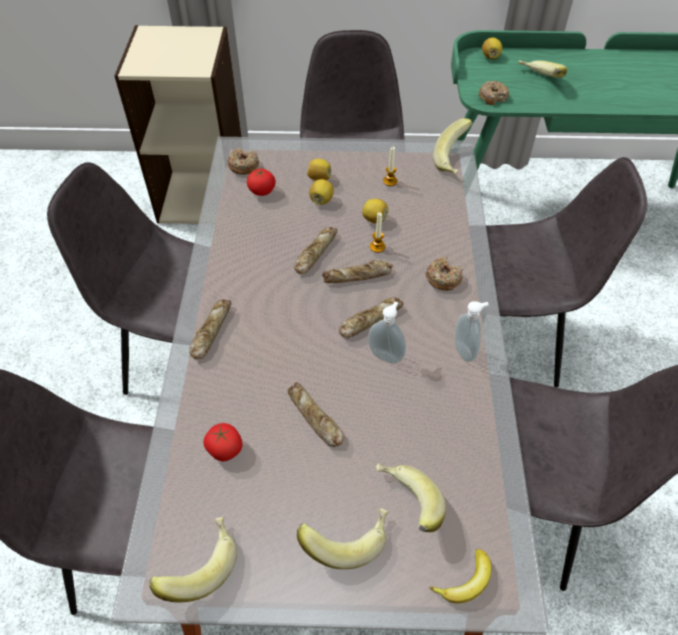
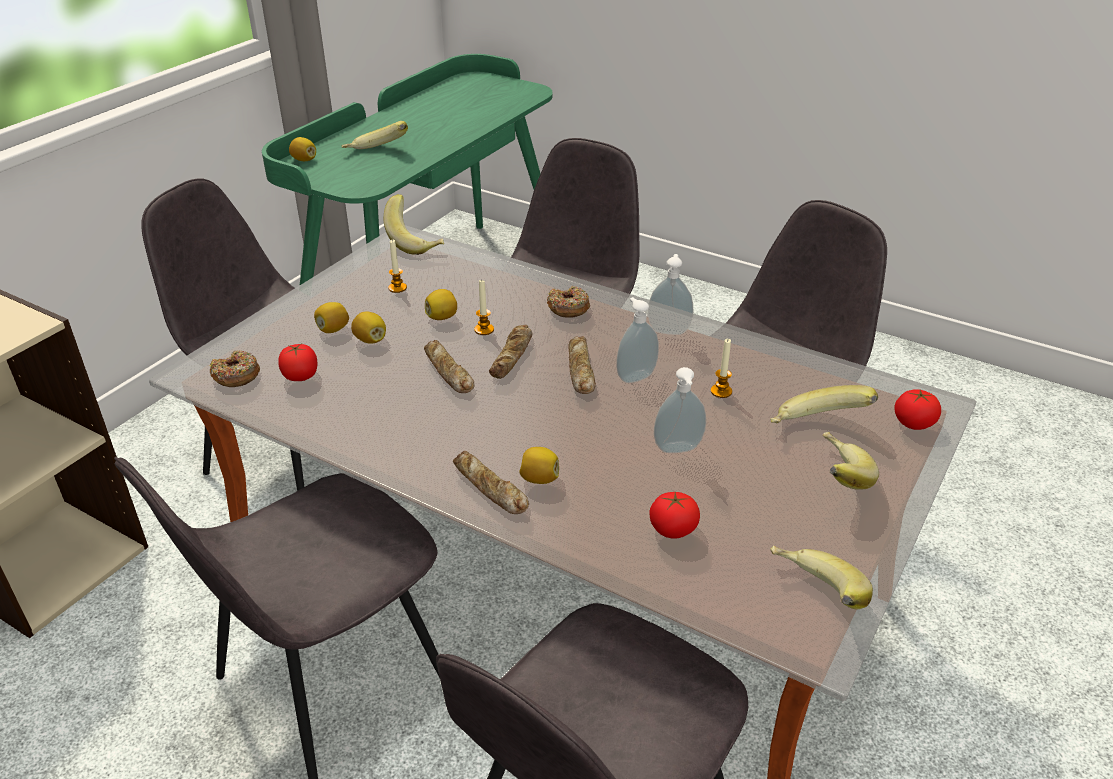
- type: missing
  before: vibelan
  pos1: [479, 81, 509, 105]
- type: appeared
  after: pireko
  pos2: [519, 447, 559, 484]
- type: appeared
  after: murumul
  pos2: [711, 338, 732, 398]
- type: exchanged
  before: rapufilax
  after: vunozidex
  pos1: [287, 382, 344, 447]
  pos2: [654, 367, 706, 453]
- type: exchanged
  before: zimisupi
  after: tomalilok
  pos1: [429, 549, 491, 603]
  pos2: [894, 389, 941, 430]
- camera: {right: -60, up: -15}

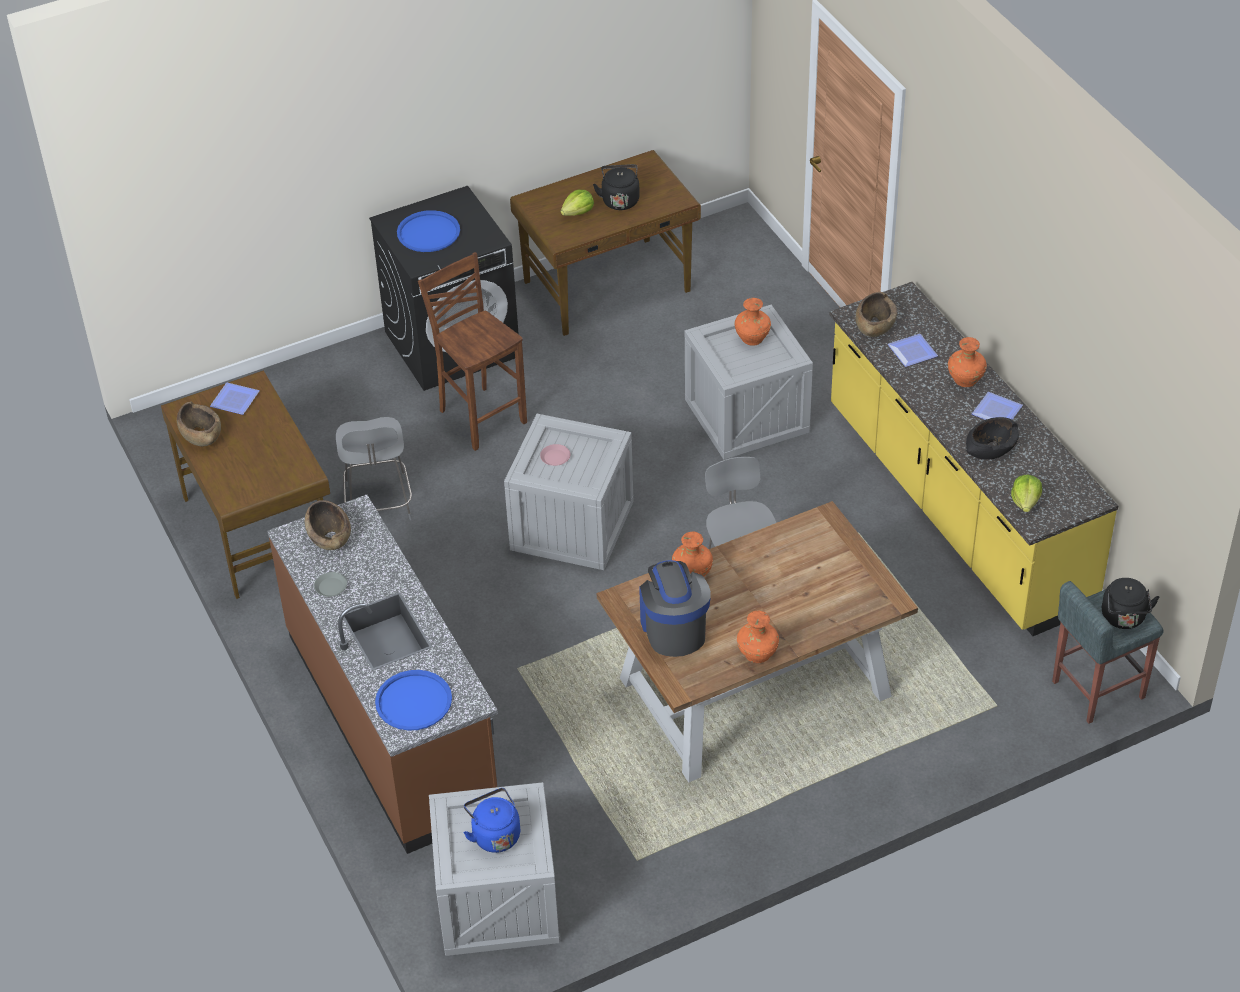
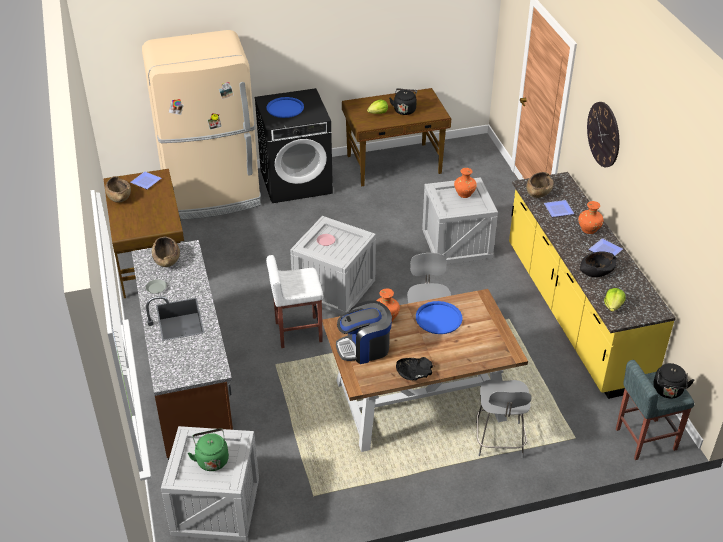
- type: missing
  before: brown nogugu
  pos1: [418, 252, 527, 451]
- type: appeared
  after: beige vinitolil
  pos2: [142, 30, 261, 220]
- type: appeared
  after: white nogugu
  pos2: [266, 255, 324, 348]
- type: appeared
  after: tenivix
  pos2: [587, 102, 619, 167]
- type: relocated
  before: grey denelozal
  pos1: [336, 417, 412, 520]
  pos2: [476, 380, 532, 458]
- type: relocated
  before: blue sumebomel
  pos1: [375, 670, 452, 731]
  pos2: [416, 301, 463, 334]
- type: exchanged
  before: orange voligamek
  after: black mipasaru
  pos1: [737, 611, 779, 663]
  pos2: [396, 357, 433, 380]
- type: colour
  before: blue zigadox
  after: green zigadox
  pos1: [463, 788, 520, 853]
  pos2: [188, 428, 229, 471]
- type: spun
  before: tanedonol
  pos1: [639, 560, 711, 657]
  pos2: [336, 300, 392, 364]
  turn: -105
- camera: {right: 10, up: -5}

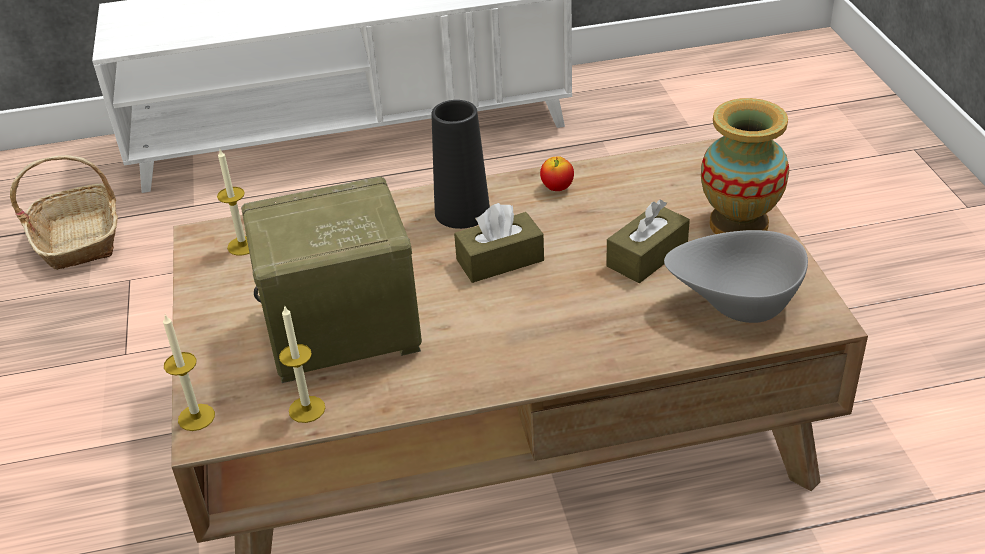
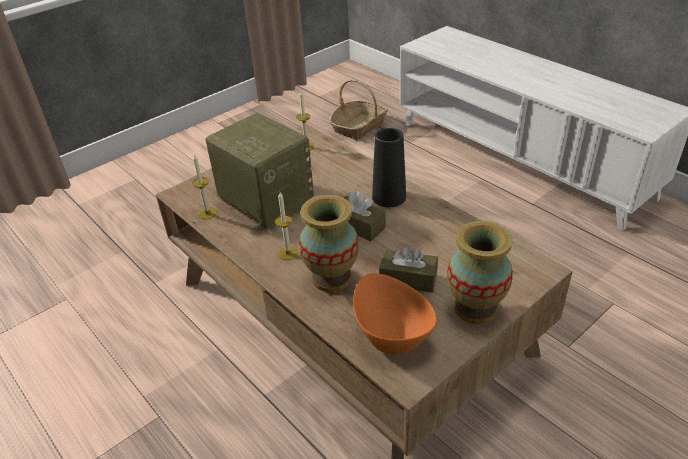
- type: missing
  before: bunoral
  pos1: [540, 156, 574, 191]
- type: appeared
  after: voligamek
  pos2: [299, 195, 359, 292]
- type: relocated
  before: murumul
  pos1: [163, 315, 215, 431]
  pos2: [275, 192, 299, 260]
- type: colour
  before: grey mipasaru
  after: orange mipasaru
  pos1: [664, 230, 808, 323]
  pos2: [353, 273, 437, 354]
- camera: {right: 60, up: 0}

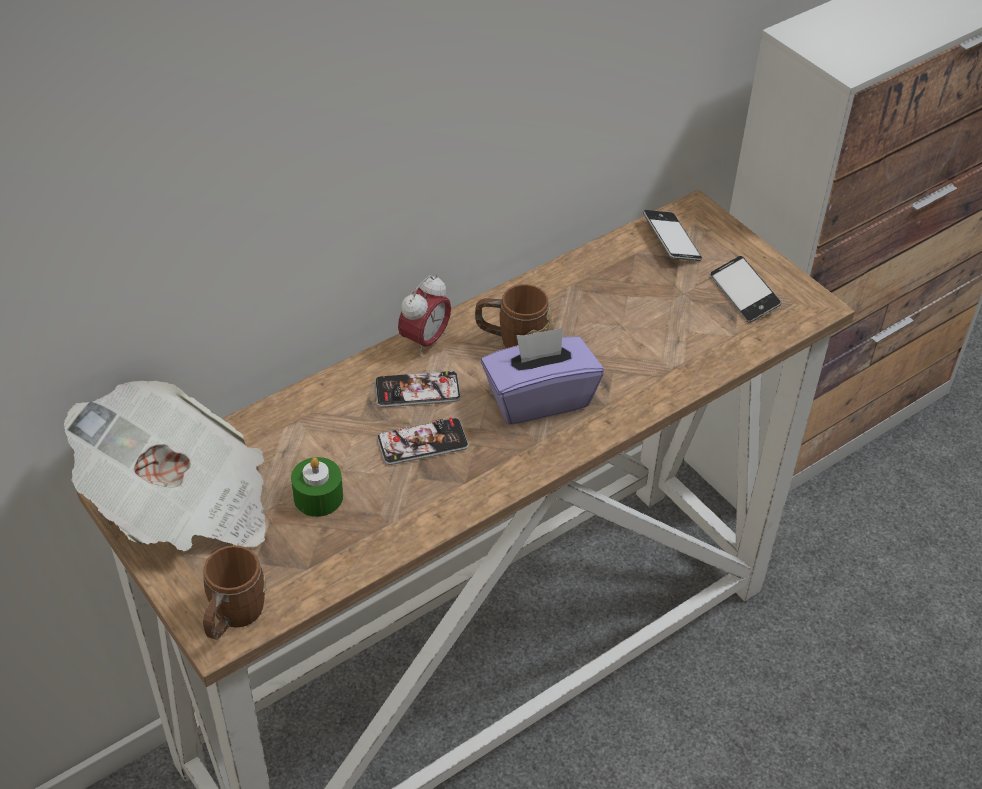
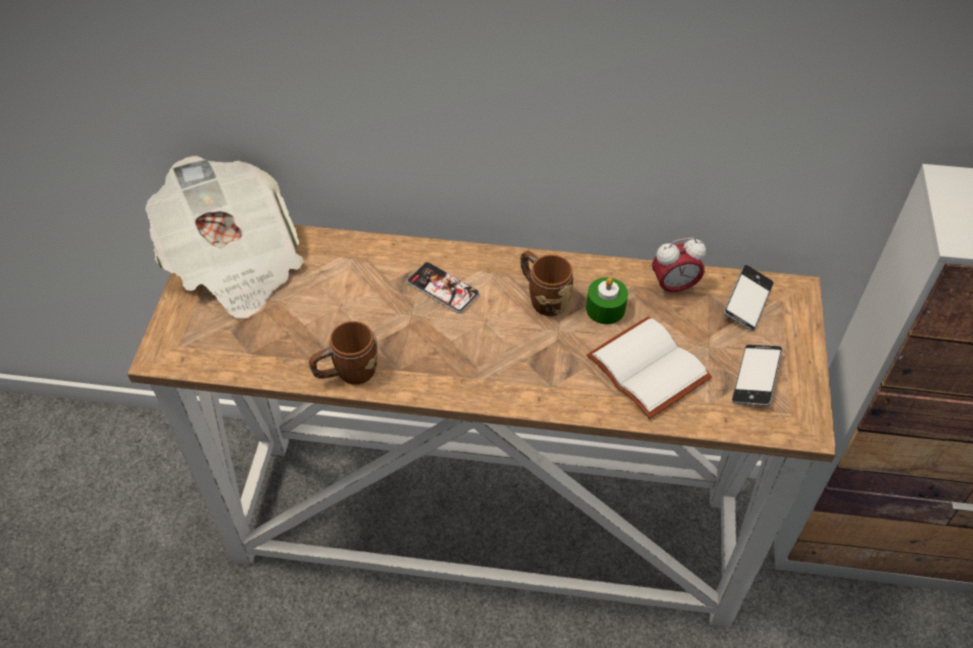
- type: missing
  before: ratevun
  pos1: [377, 417, 469, 465]
- type: missing
  before: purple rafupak
  pos1: [481, 328, 604, 425]
- type: appeared
  after: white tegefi
  pos2: [587, 317, 712, 419]
- type: relocated
  before: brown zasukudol
  pos1: [203, 545, 267, 639]
  pos2: [309, 321, 378, 385]
- type: relocated
  before: green murumul
  pos1: [291, 457, 343, 517]
  pos2: [586, 277, 628, 325]
- type: relocated
  before: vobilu
  pos1: [398, 274, 451, 357]
  pos2: [652, 237, 706, 296]
- camera: {right: 45, up: 5}

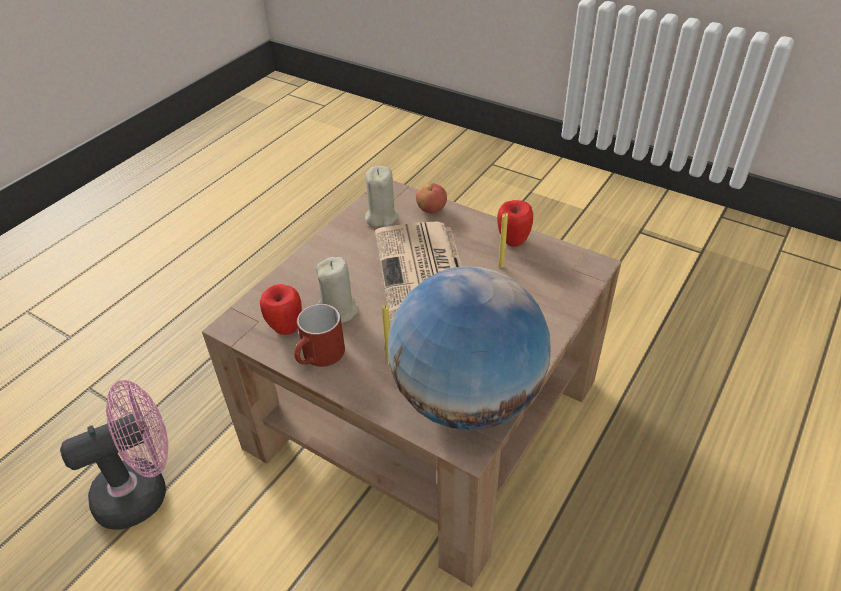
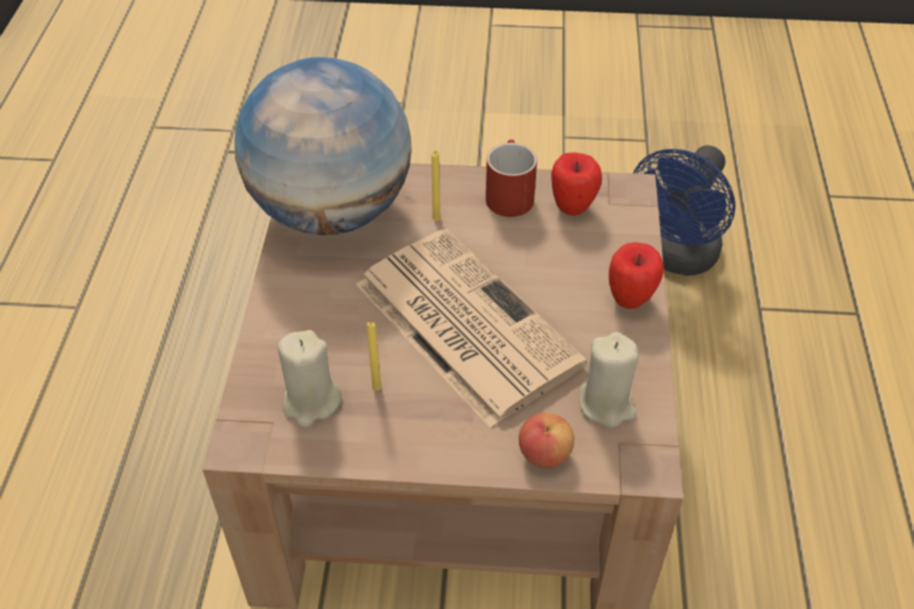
- type: relocated
  before: beige murumul
  pos1: [316, 257, 359, 323]
  pos2: [278, 330, 342, 427]
- type: relocated
  before: bunoral
  pos1: [497, 200, 533, 247]
  pos2: [609, 242, 664, 309]
- type: colour
  before: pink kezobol
  after: blue kezobol
  pos1: [60, 380, 169, 530]
  pos2: [633, 145, 736, 276]
- camera: {right: 150, up: 5}

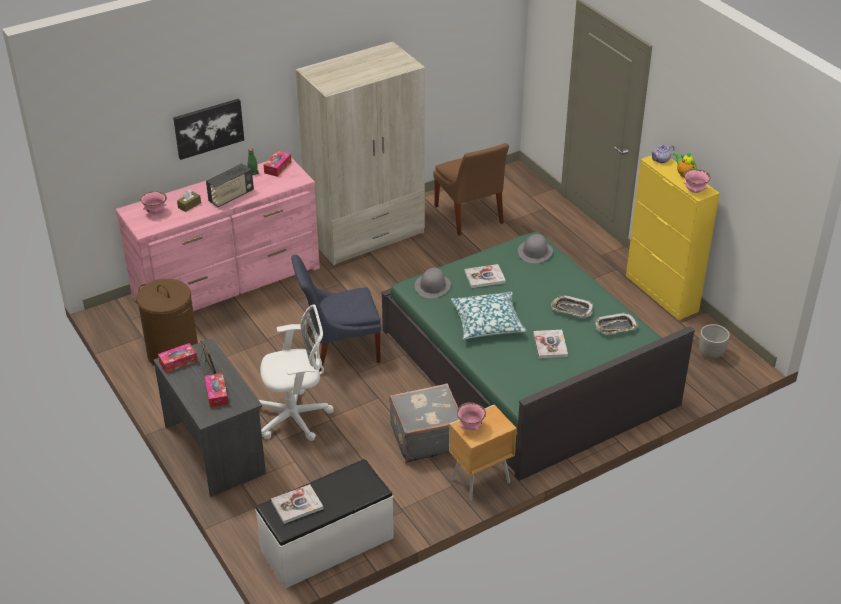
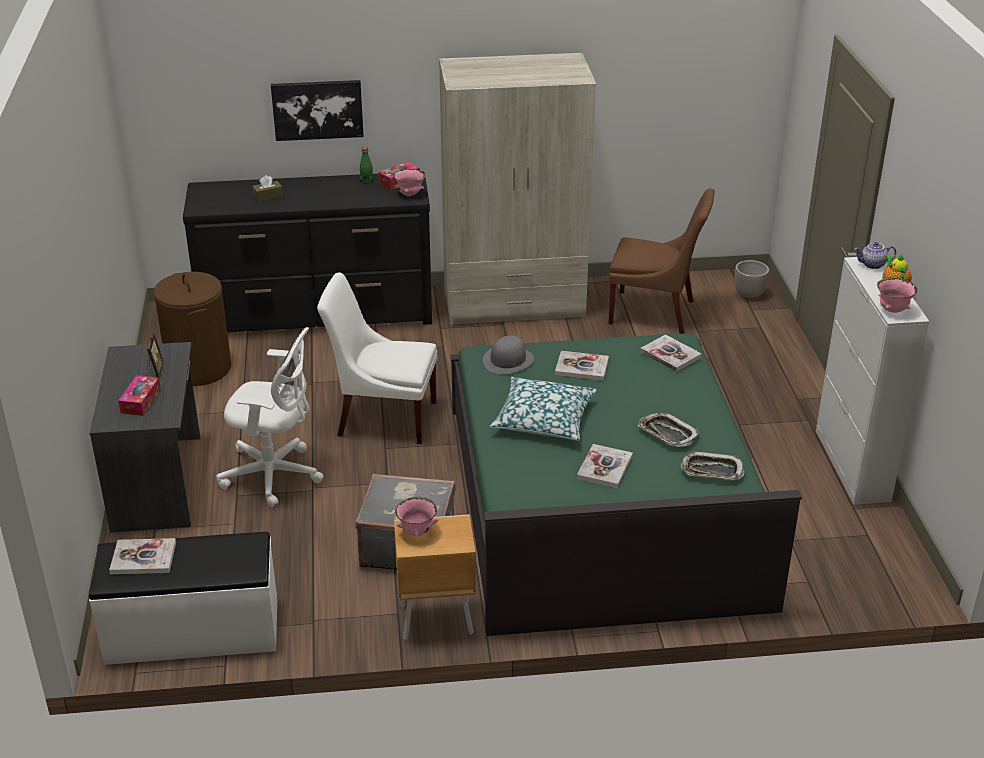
- type: missing
  before: rafupak
  pos1: [158, 343, 198, 373]
- type: missing
  before: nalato
  pos1: [206, 163, 254, 207]
- type: relocated
  before: pink mipasaru
  pos1: [141, 191, 167, 214]
  pos2: [393, 169, 425, 196]
- type: relocated
  before: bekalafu
  pos1: [699, 324, 730, 359]
  pos2: [735, 260, 769, 299]
- type: exchanged
  before: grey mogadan
  after: tegefi
  pos1: [518, 234, 553, 263]
  pos2: [640, 334, 702, 372]
- type: colour
  before: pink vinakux
  after: black vinakux
  pos1: [116, 158, 320, 311]
  pos2: [183, 171, 432, 332]
- type: colour
  before: blue denelozal
  after: white denelozal
  pos1: [291, 255, 381, 372]
  pos2: [317, 273, 437, 444]
- type: colour
  before: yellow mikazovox
  after: white mikazovox
  pos1: [626, 155, 720, 320]
  pos2: [816, 257, 929, 505]
- type: spun
  before: brown denelozal
  pos1: [433, 143, 509, 236]
  pos2: [608, 188, 715, 334]
  turn: -75
- camera: {right: 25, up: -5}

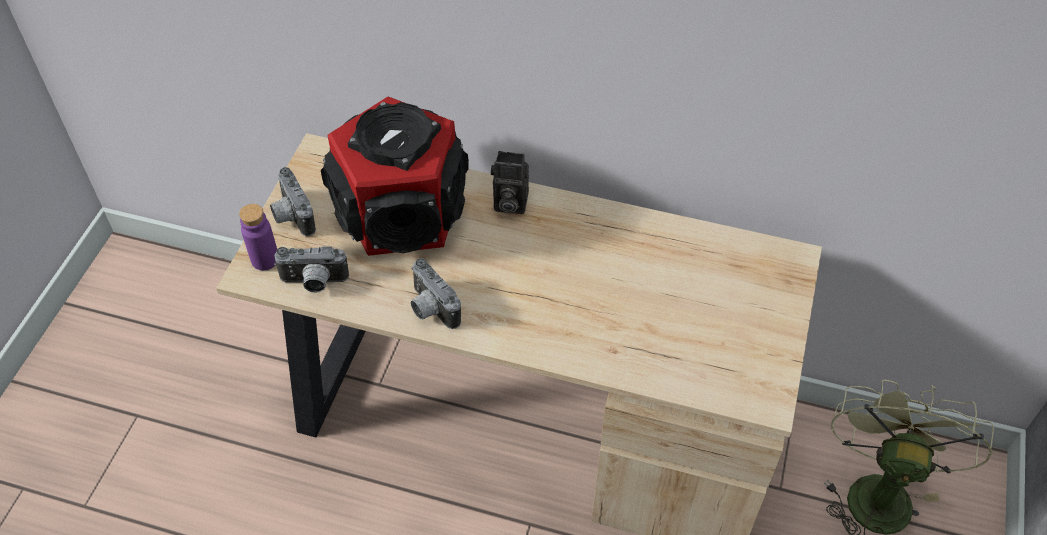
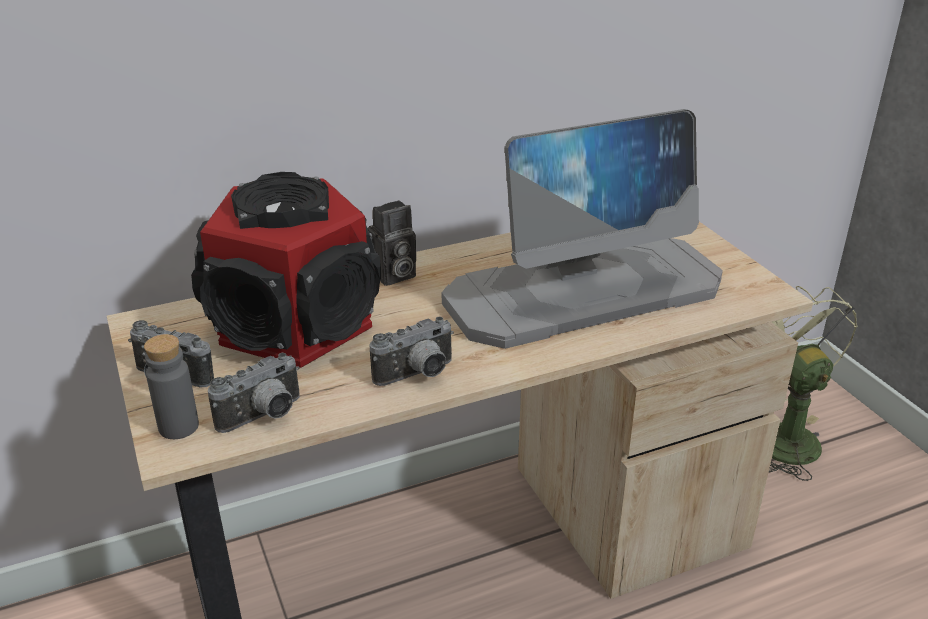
- type: appeared
  after: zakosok
  pos2: [442, 109, 723, 349]
- type: colour
  before: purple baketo
  after: grey baketo
  pos1: [239, 204, 277, 270]
  pos2: [144, 334, 199, 439]
- type: spun
  before: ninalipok
  pos1: [411, 258, 461, 329]
  pos2: [370, 316, 454, 386]
  turn: -45
- camera: {right: -40, up: -20}

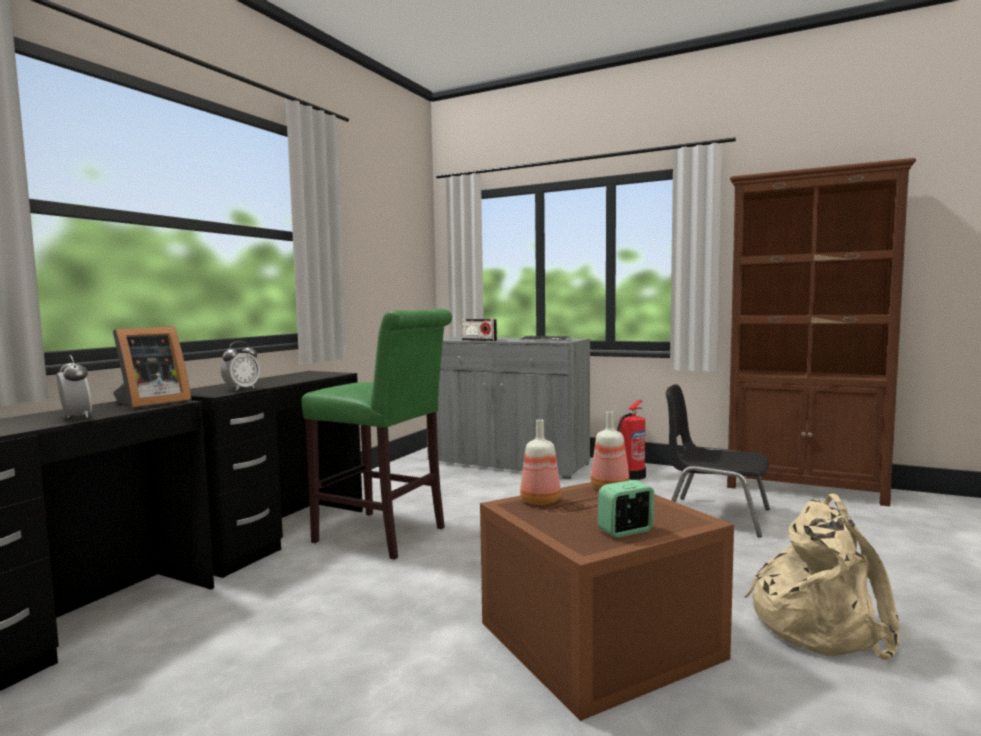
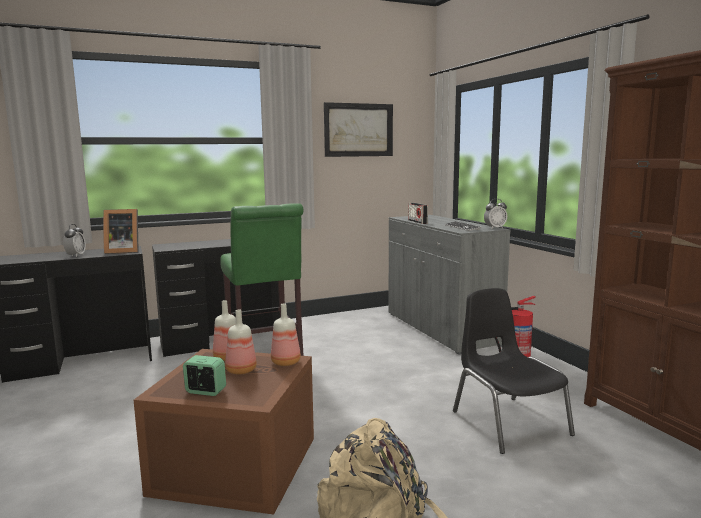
- type: appeared
  after: baketo
  pos2: [225, 310, 257, 375]
- type: appeared
  after: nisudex
  pos2: [324, 102, 393, 157]
- type: relocated
  before: vobilu
  pos1: [221, 341, 260, 391]
  pos2: [484, 199, 507, 229]
- camera: {right: 40, up: 5}

